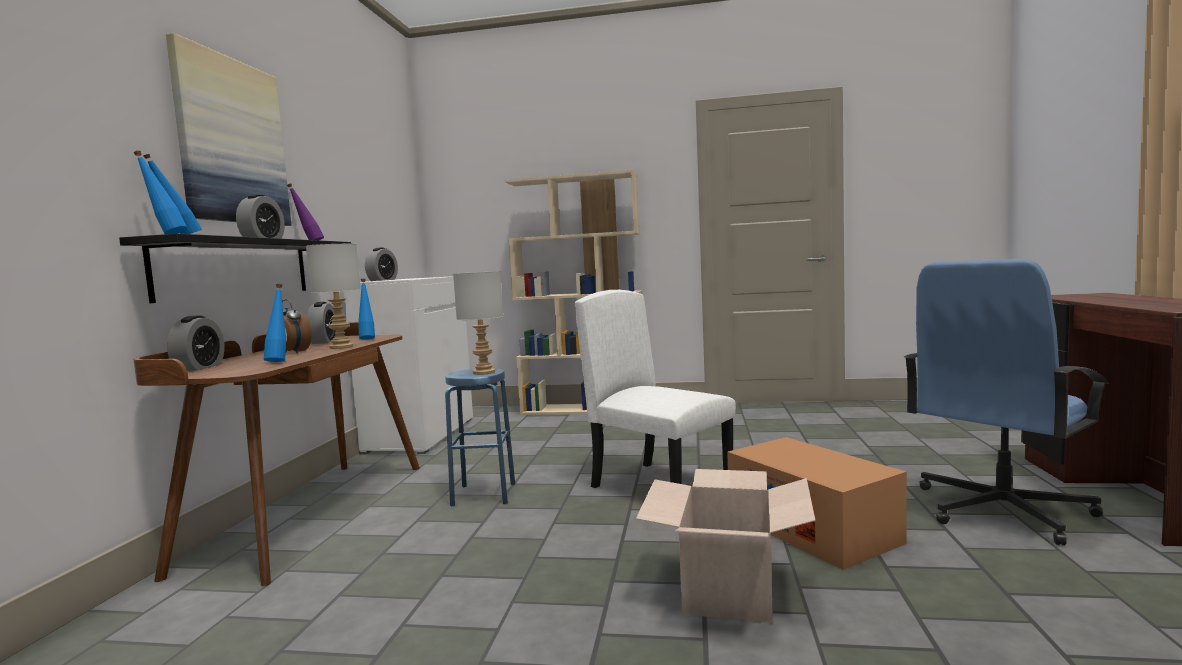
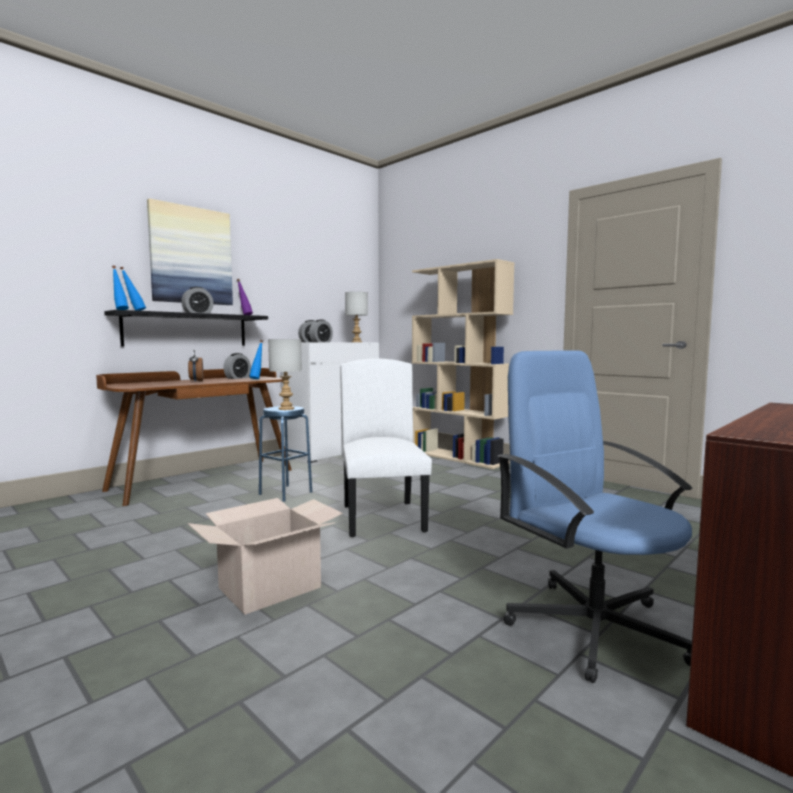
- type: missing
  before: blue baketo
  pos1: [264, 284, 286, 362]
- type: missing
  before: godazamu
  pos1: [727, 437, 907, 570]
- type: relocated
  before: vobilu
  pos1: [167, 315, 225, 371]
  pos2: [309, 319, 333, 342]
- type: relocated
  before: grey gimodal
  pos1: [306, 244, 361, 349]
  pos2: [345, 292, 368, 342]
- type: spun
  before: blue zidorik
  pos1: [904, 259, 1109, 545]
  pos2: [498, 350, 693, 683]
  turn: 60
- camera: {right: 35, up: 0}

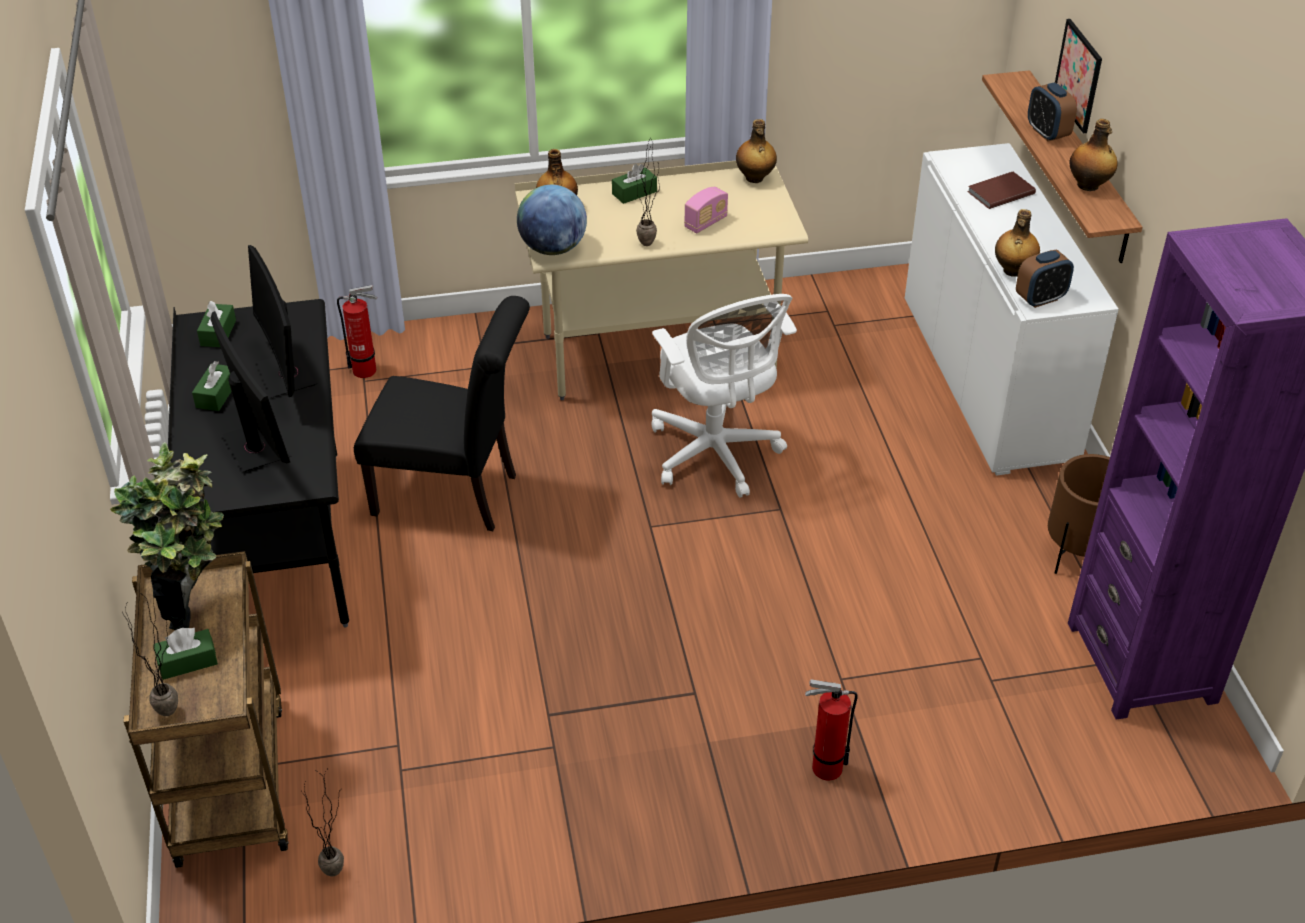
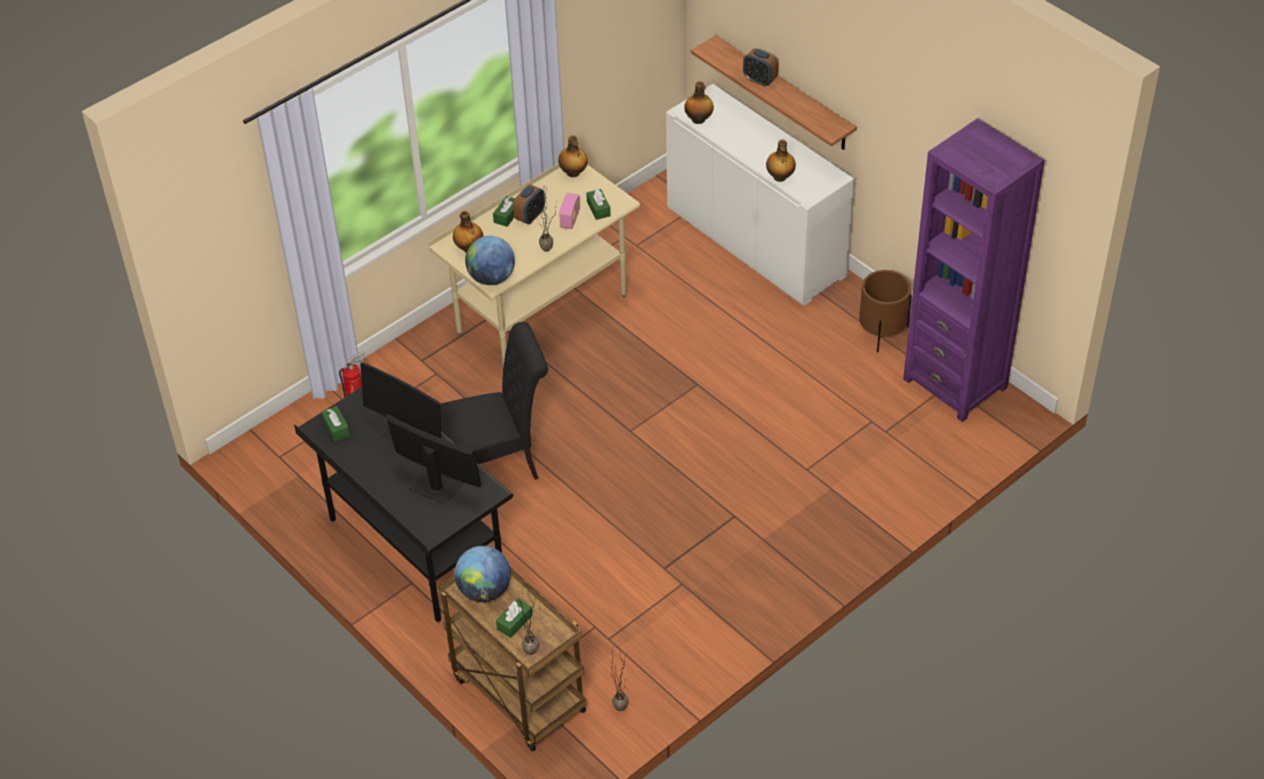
- type: missing
  before: white zidorik
  pos1: [651, 294, 797, 498]
- type: missing
  before: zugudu
  pos1: [805, 679, 858, 781]
- type: missing
  before: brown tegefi
  pos1: [967, 172, 1036, 209]
- type: missing
  before: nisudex
  pos1: [1055, 19, 1102, 133]
- type: relocated
  before: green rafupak
  pos1: [192, 361, 232, 411]
  pos2: [586, 188, 611, 220]
- type: relocated
  before: vobilu
  pos1: [1016, 250, 1074, 308]
  pos2: [513, 184, 545, 224]
- type: relocated
  before: baketo
  pos1: [1069, 119, 1117, 191]
  pos2: [684, 81, 714, 124]
- type: exchanged
  before: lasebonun
  after: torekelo
  pos1: [110, 442, 224, 630]
  pos2: [454, 546, 511, 602]
- camera: {right: -30, up: 5}

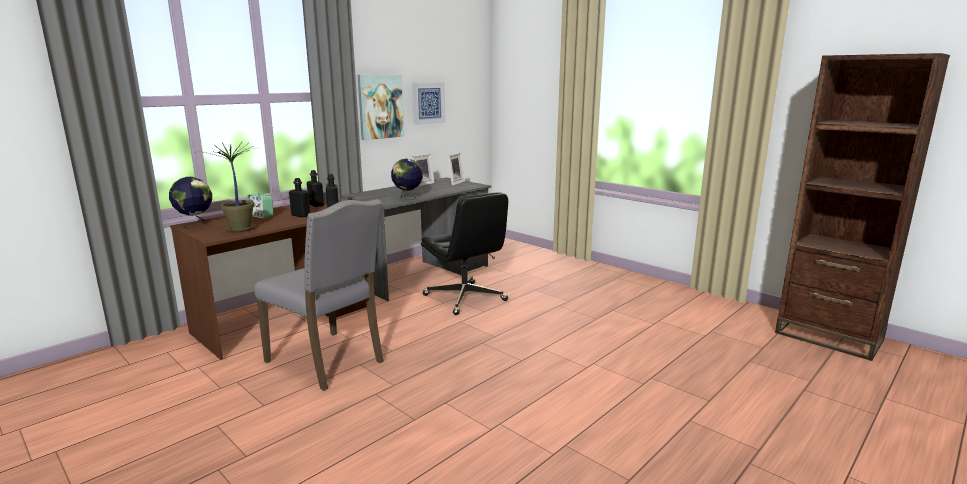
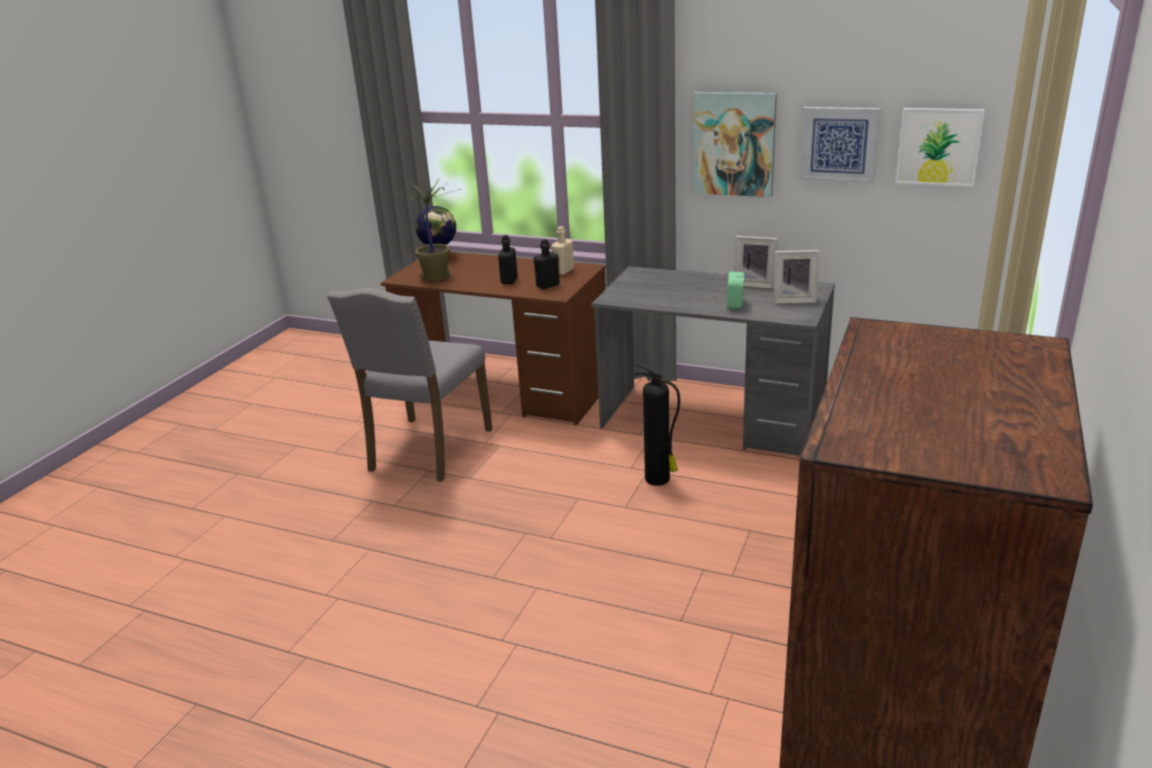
- type: missing
  before: torekelo
  pos1: [391, 159, 423, 200]
- type: appeared
  after: nisudex
  pos2: [895, 108, 985, 187]
- type: relocated
  before: vobilu
  pos1: [247, 193, 273, 219]
  pos2: [726, 272, 744, 309]
- type: exchanged
  before: black zidorik
  after: zugudu
  pos1: [421, 192, 508, 315]
  pos2: [635, 363, 680, 486]
- type: colour
  before: black baketo
  after: beige baketo
  pos1: [307, 170, 324, 207]
  pos2: [551, 226, 574, 275]
- camera: {right: 70, up: 10}

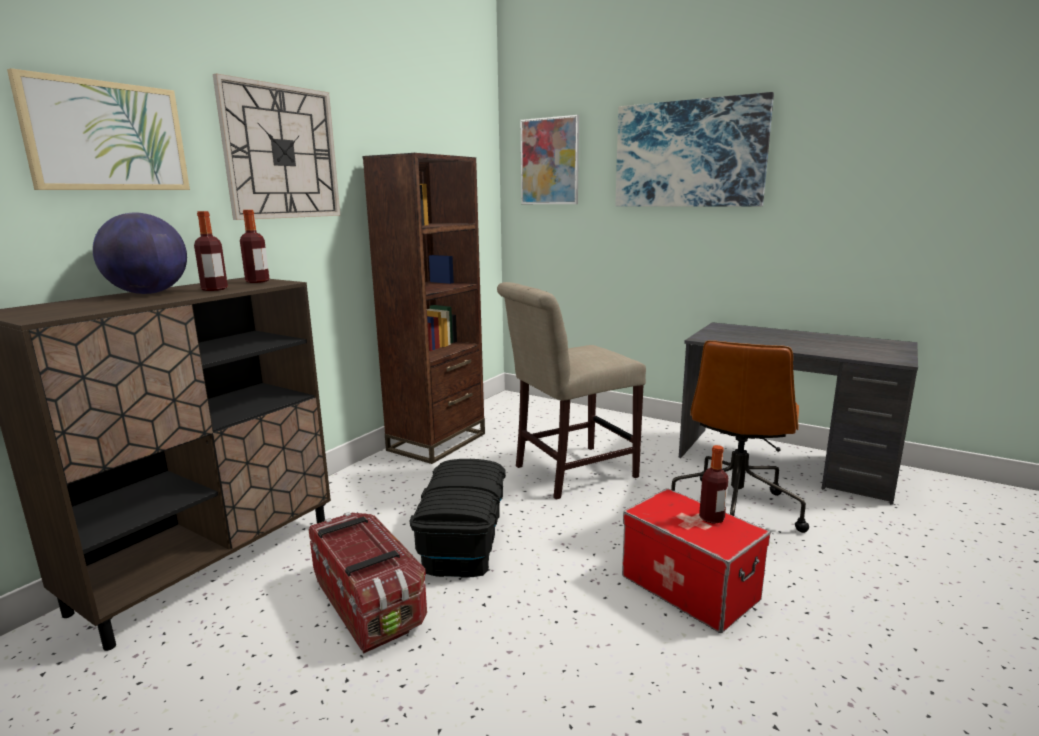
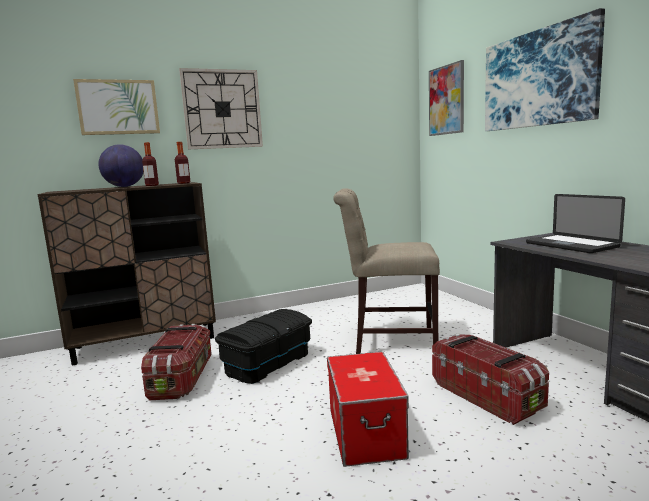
- type: missing
  before: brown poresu
  pos1: [363, 153, 485, 464]
- type: missing
  before: baketo
  pos1: [699, 445, 729, 524]
- type: appeared
  after: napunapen
  pos2: [526, 194, 625, 253]
- type: exchanged
  before: brown zidorik
  after: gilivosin
  pos1: [671, 340, 809, 533]
  pos2: [432, 334, 549, 425]
- camera: {right: 35, up: -5}

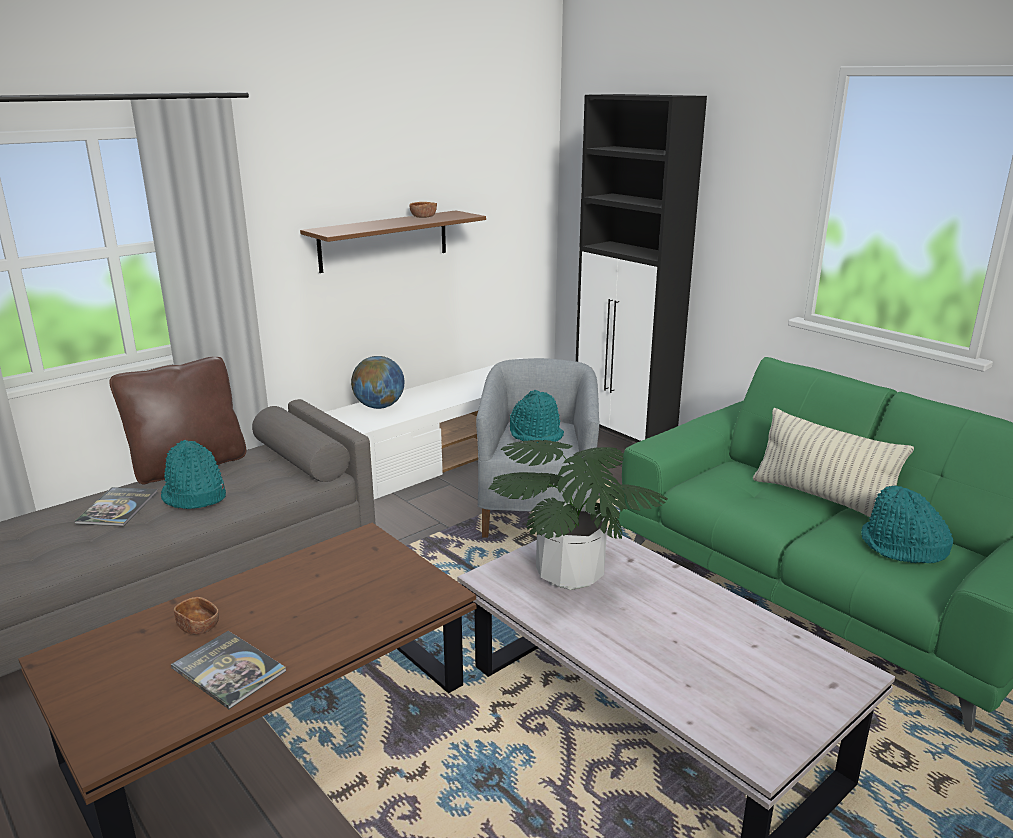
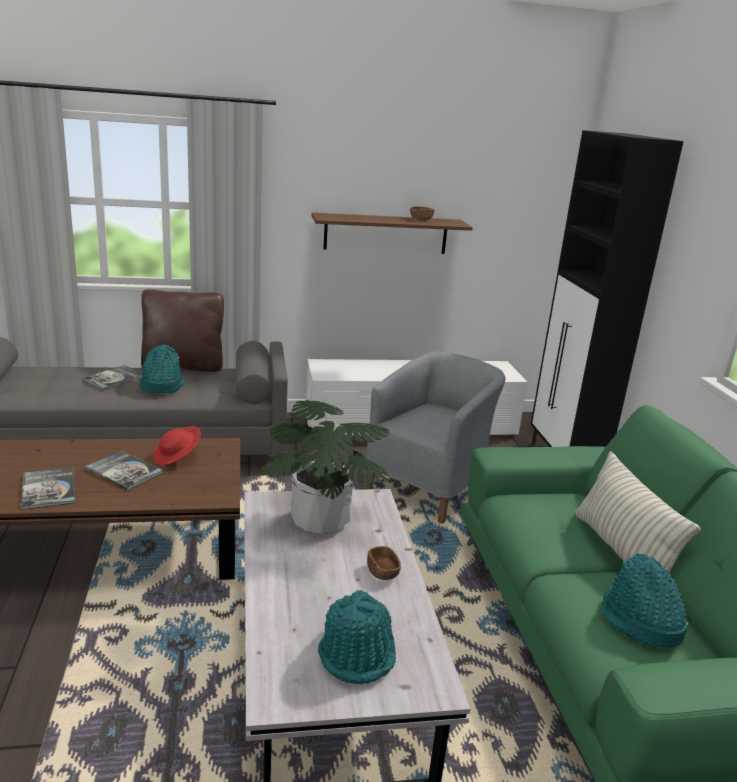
- type: missing
  before: torekelo
  pos1: [351, 356, 405, 409]
- type: appeared
  after: tegefi
  pos2: [84, 451, 163, 490]
- type: appeared
  after: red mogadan
  pos2: [153, 426, 201, 465]
- type: relocated
  before: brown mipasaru
  pos1: [174, 597, 219, 635]
  pos2: [367, 546, 401, 580]
- type: relocated
  before: turquoise mogadan
  pos1: [510, 390, 564, 444]
  pos2: [318, 590, 396, 684]
- camera: {right: 30, up: 0}

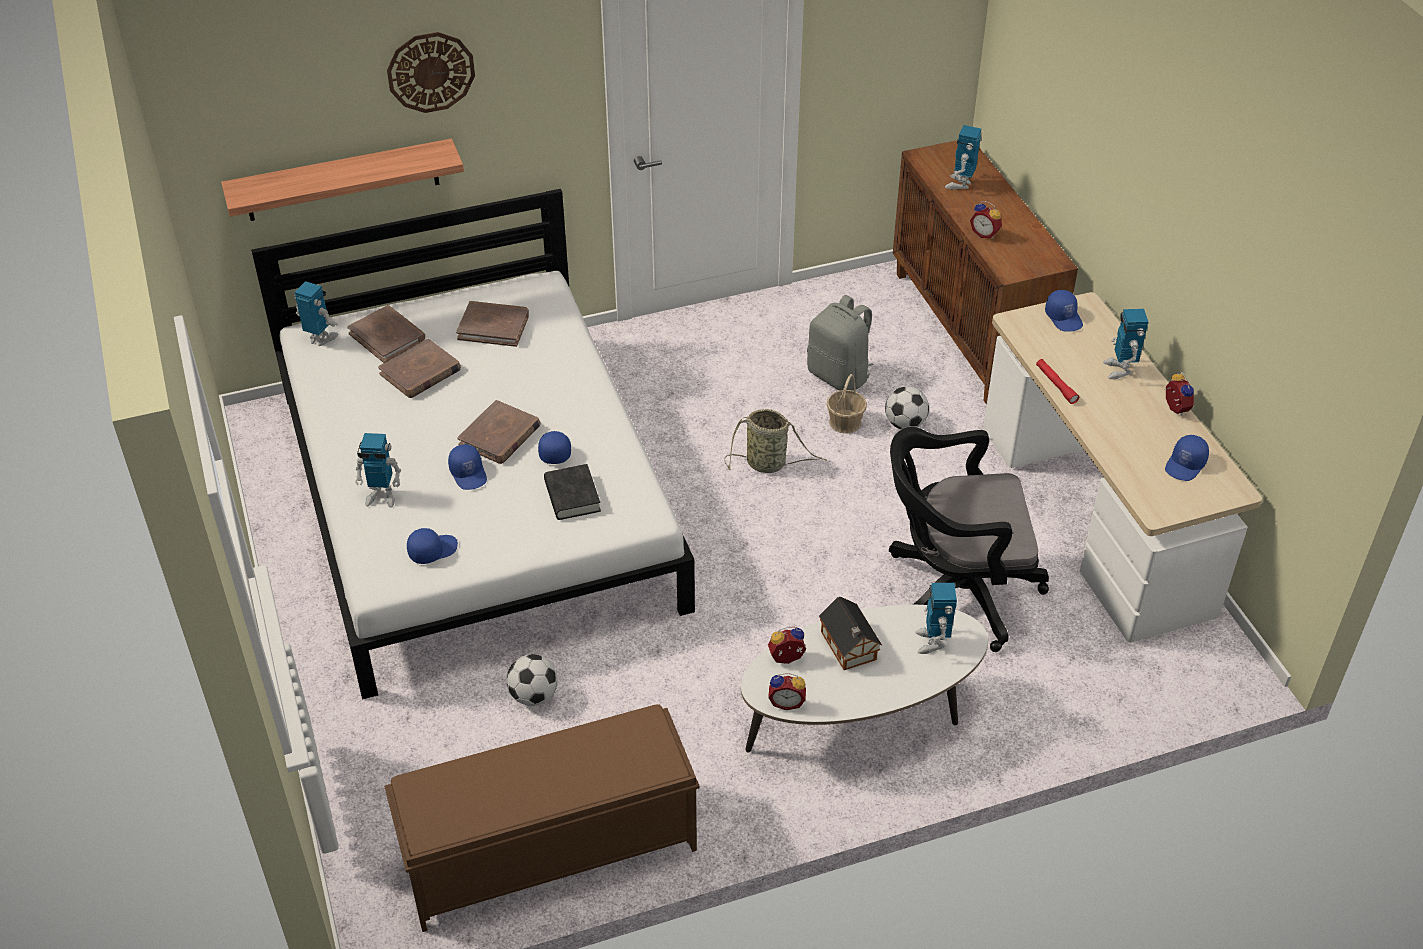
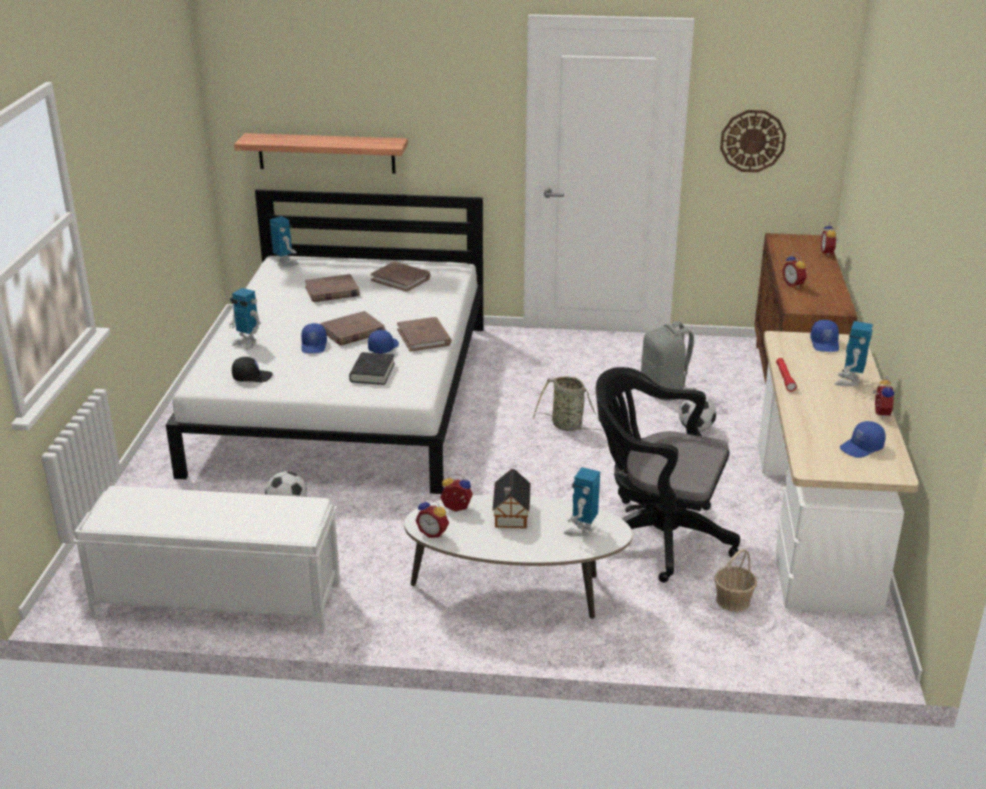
- type: missing
  before: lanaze
  pos1: [945, 125, 981, 189]
- type: appeared
  after: vobilu
  pos2: [821, 222, 839, 256]
- type: relocated
  before: brown tegefi
  pos1: [347, 305, 425, 363]
  pos2: [397, 317, 452, 352]
- type: relocated
  before: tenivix
  pos1: [387, 32, 475, 113]
  pos2: [720, 110, 786, 172]
- type: relocated
  before: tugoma
  pos1: [827, 374, 867, 434]
  pos2: [714, 549, 757, 612]
- type: colour
  before: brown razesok
  after: white razesok
  pos1: [384, 704, 699, 932]
  pos2: [73, 486, 340, 633]
- type: colour
  before: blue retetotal
  after: black retetotal
  pos1: [407, 528, 458, 564]
  pos2: [232, 357, 273, 382]
- camera: {right: 25, up: -15}

